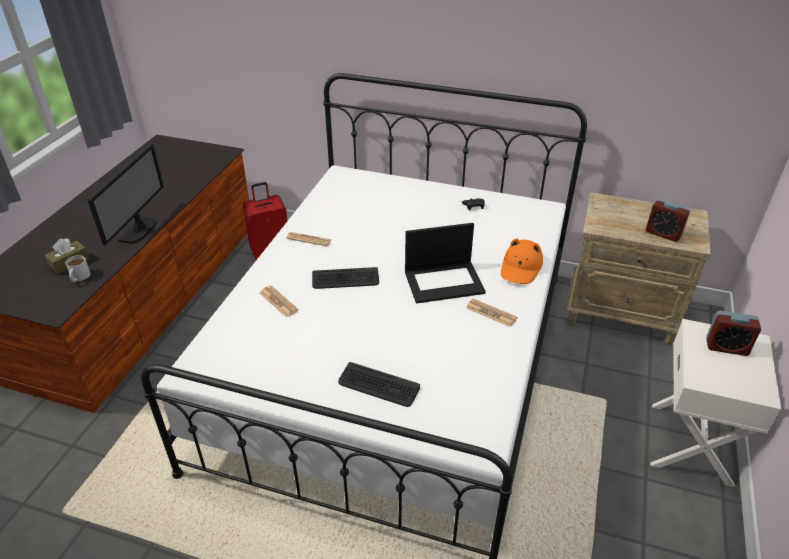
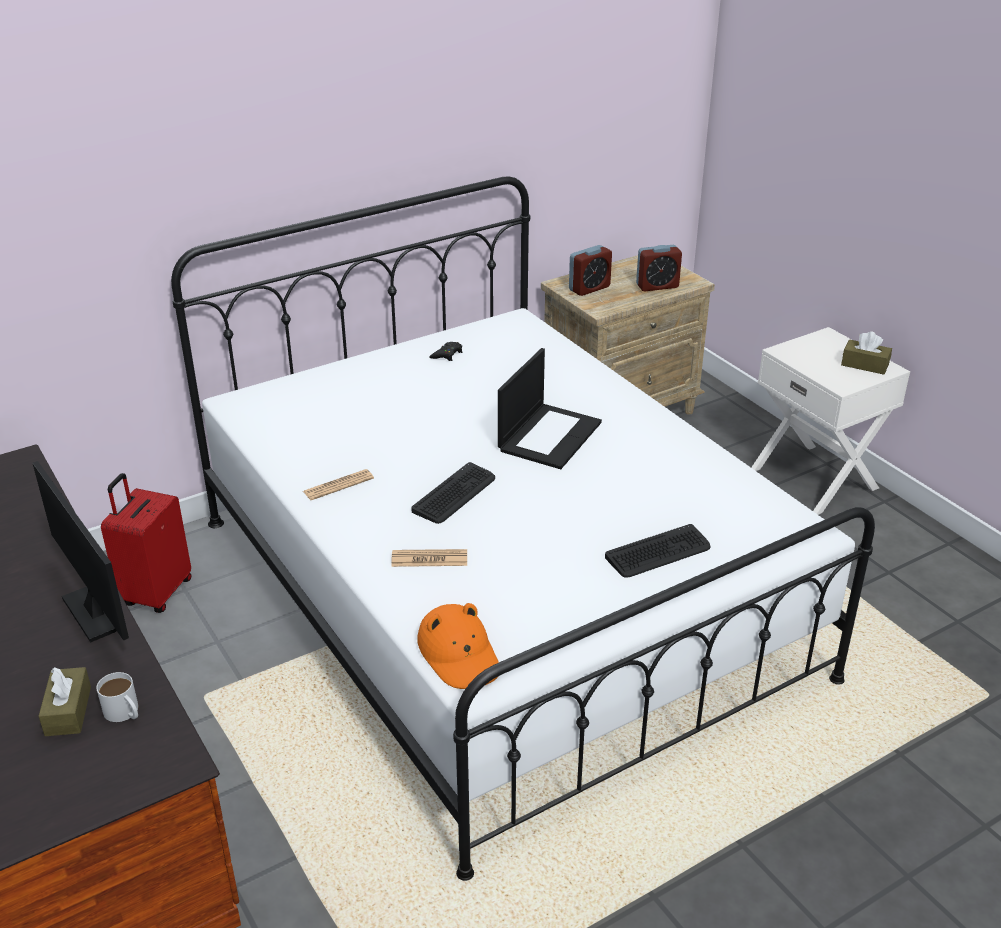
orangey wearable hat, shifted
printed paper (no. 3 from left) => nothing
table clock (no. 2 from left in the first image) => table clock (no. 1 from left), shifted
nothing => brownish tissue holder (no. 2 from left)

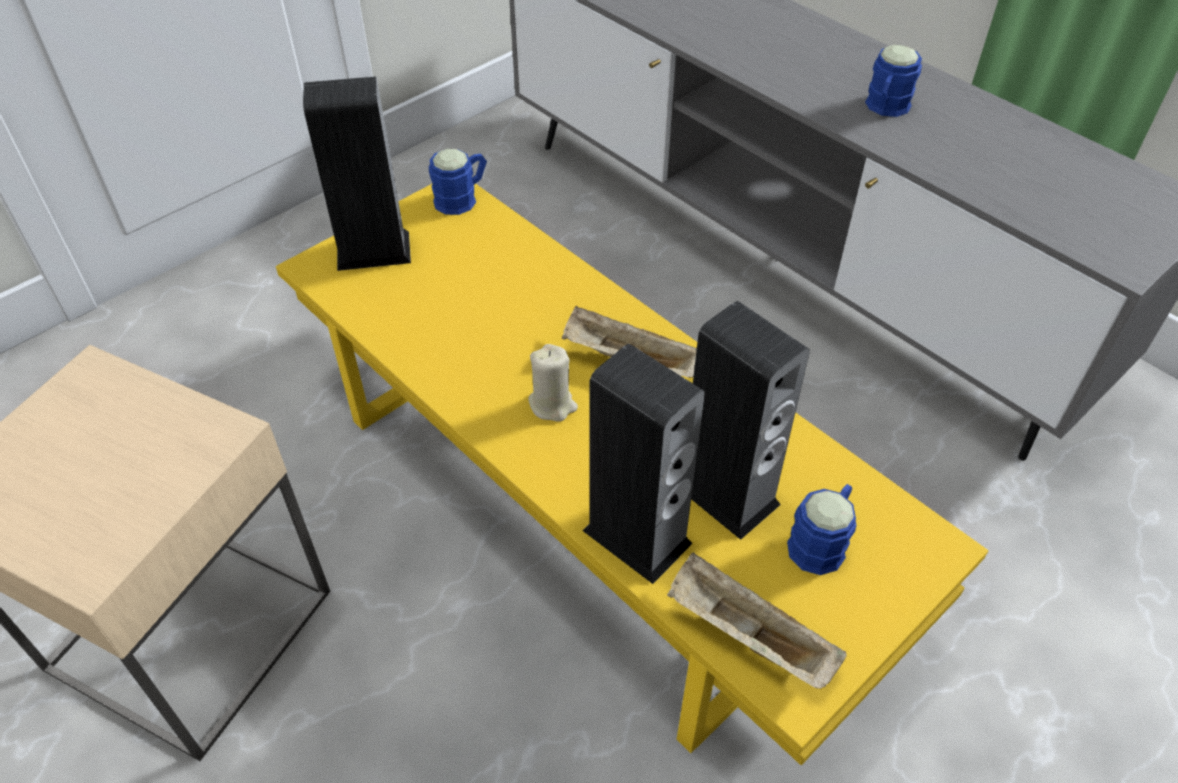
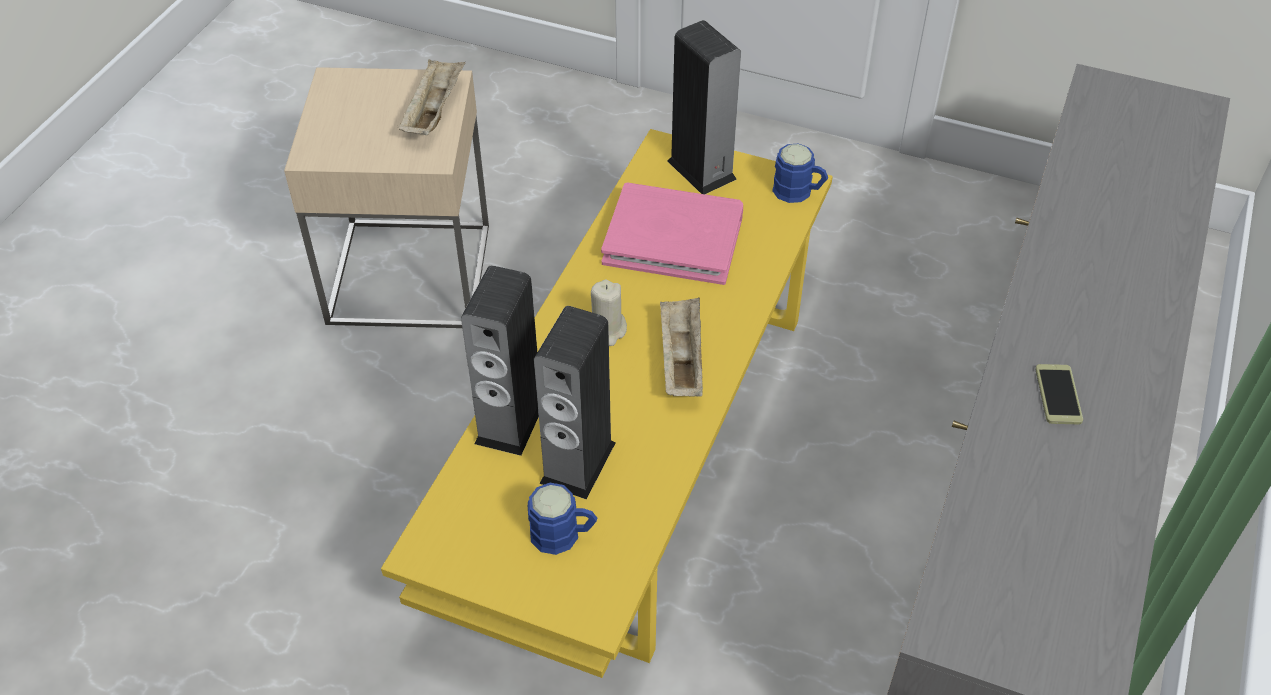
blue-coloured coffee mug (no. 3 from left) => handset
beige-coloured tray (no. 2 from left in the first image) => beige-coloured tray (no. 1 from left), shifted
nothing => pink book

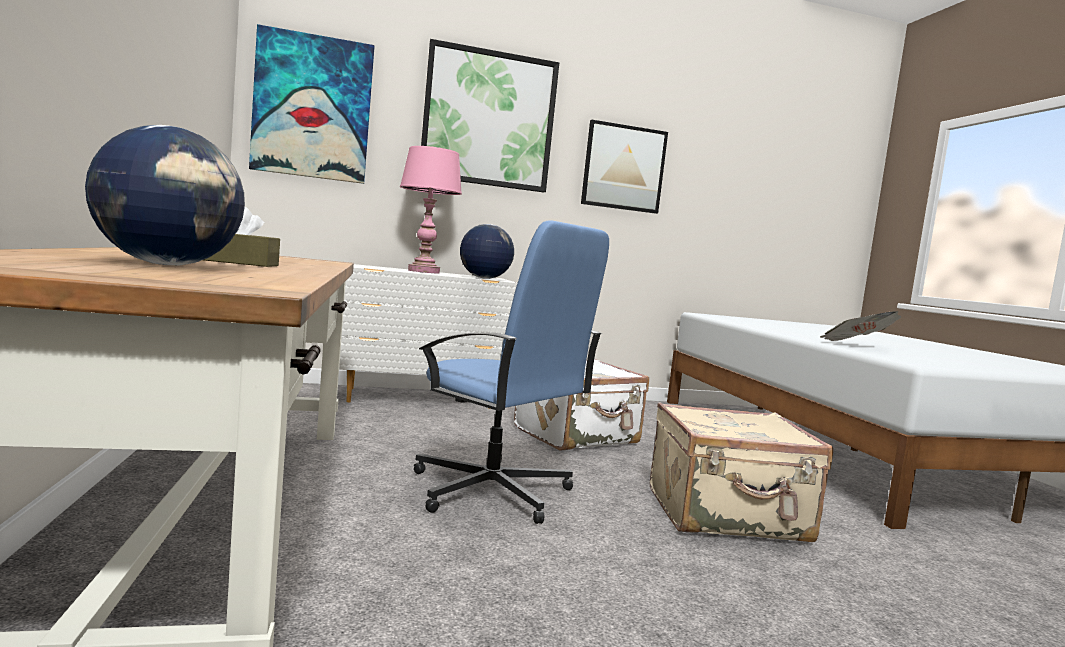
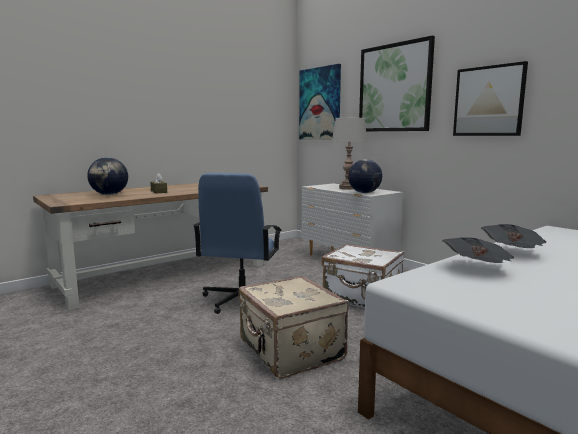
pink table lamp => grey table lamp
nothing => printed paper (no. 2 from left)

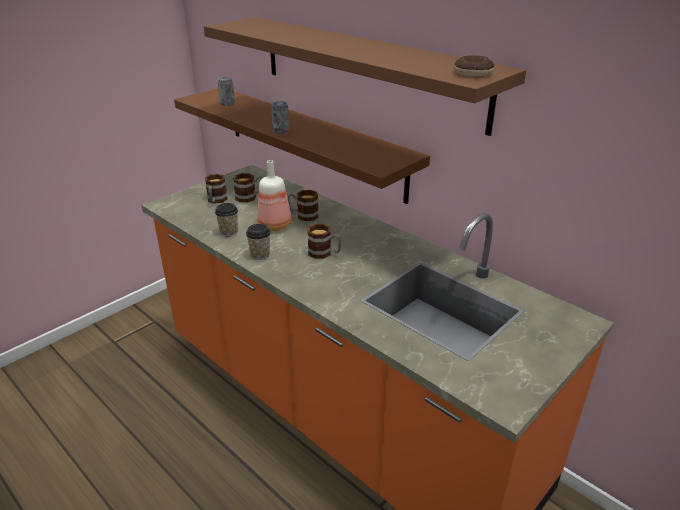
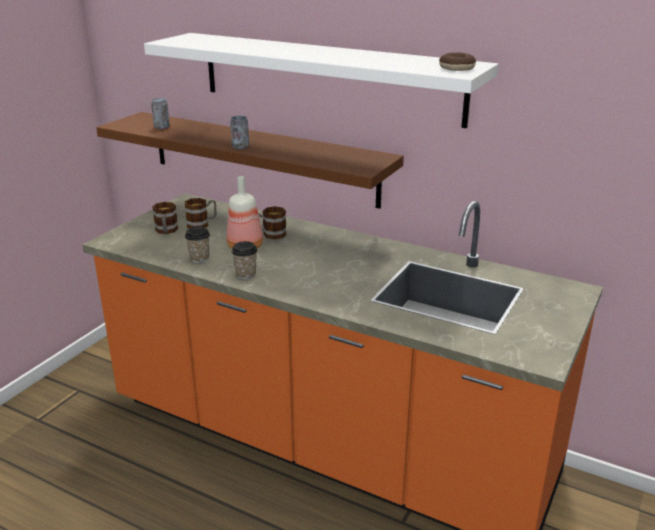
brownish wall shelf (no. 2 from left) => white-coloured wall shelf
coffee mug (no. 4 from left) => nothing

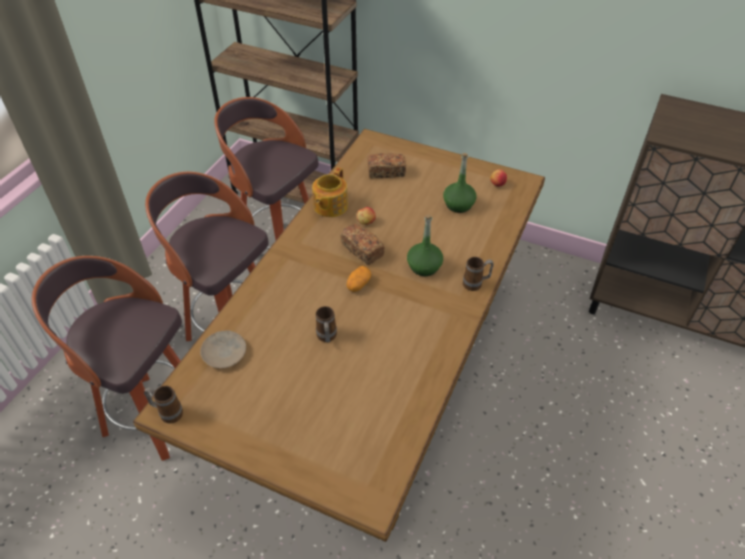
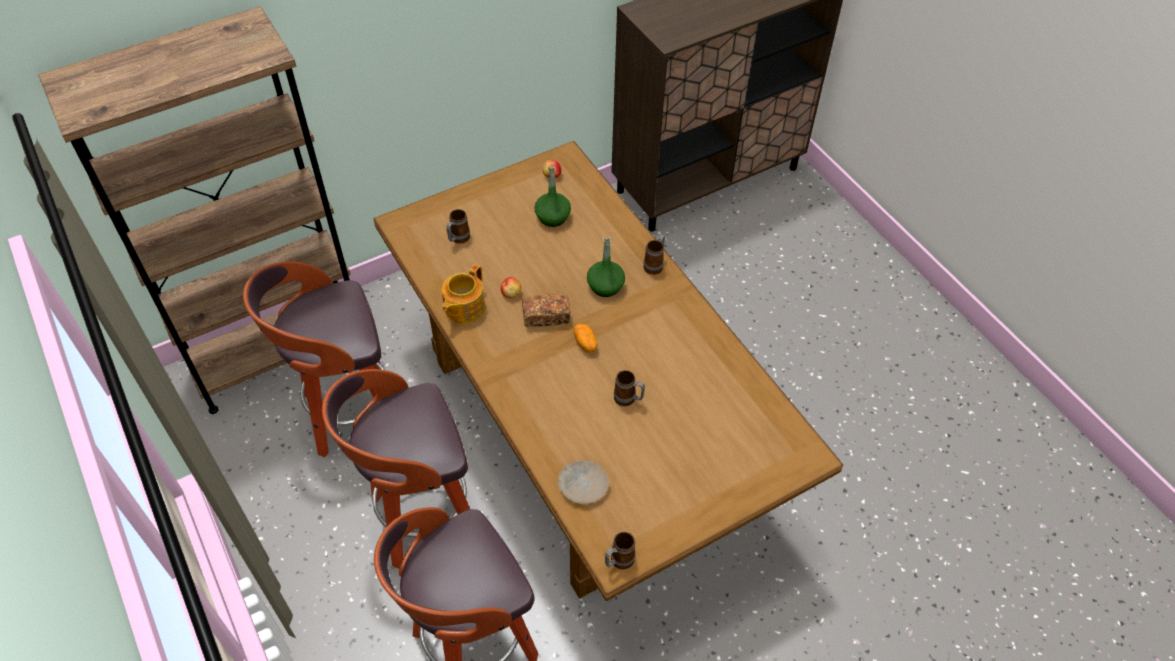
bread (no. 2 from left) => coffee mug (no. 1 from left)
pot for tea, 60 degrees clockwise

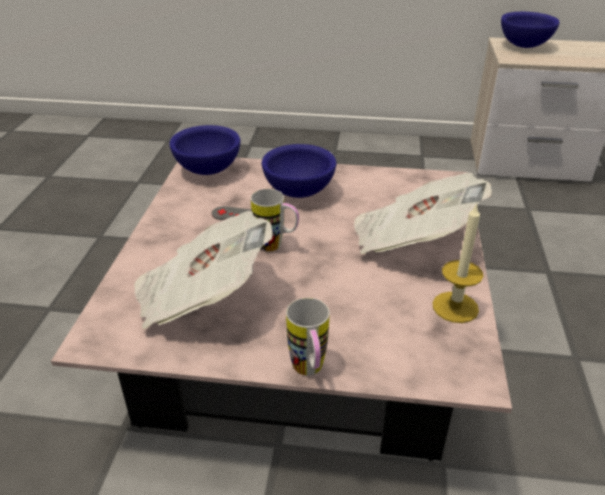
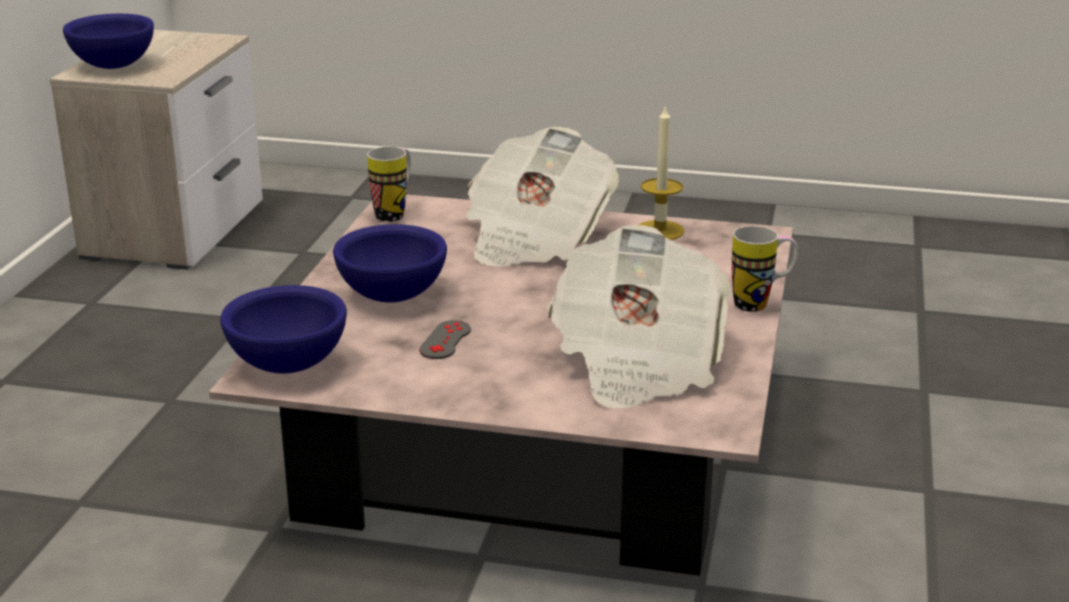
coffee mug (no. 1 from left), shifted

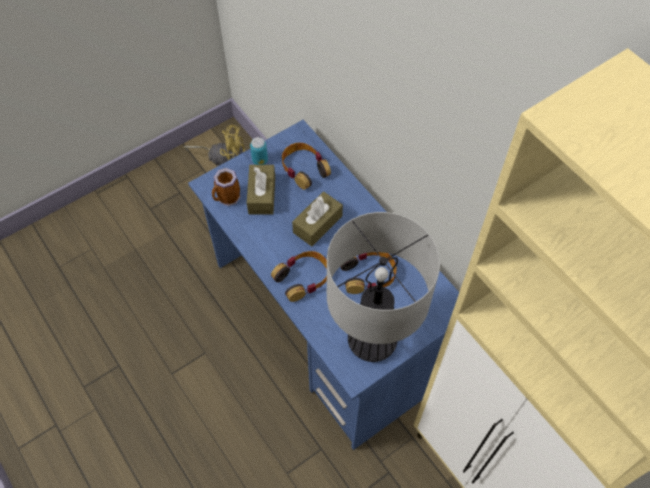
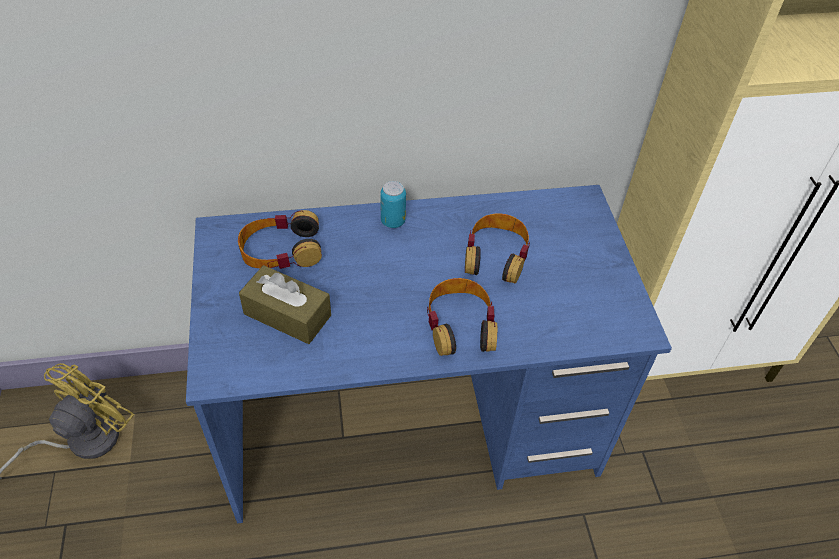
metal can, shifted
coffee mug => nothing
brownish tissue holder (no. 2 from left) => nothing
table lamp => nothing

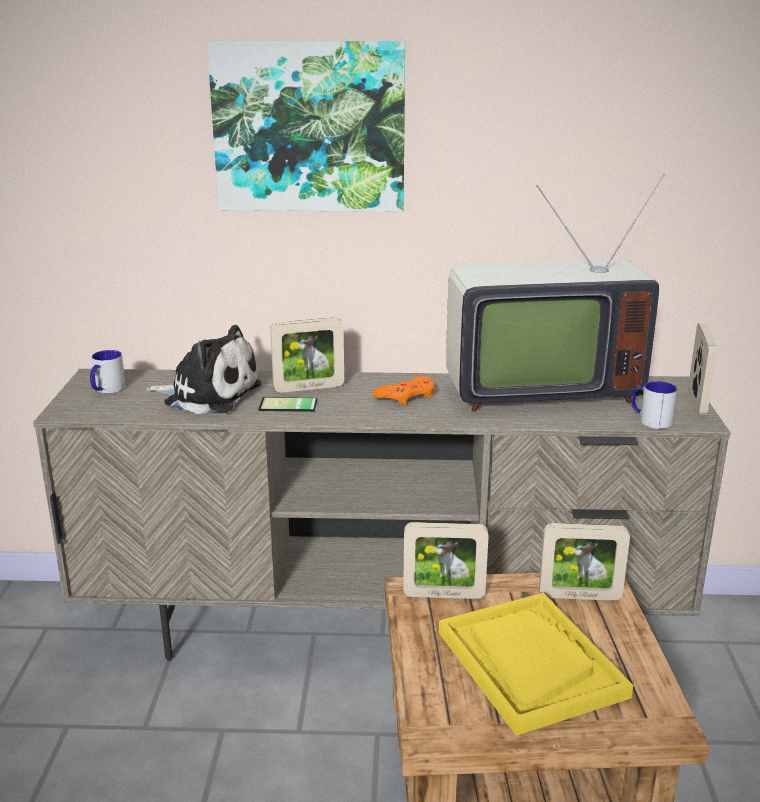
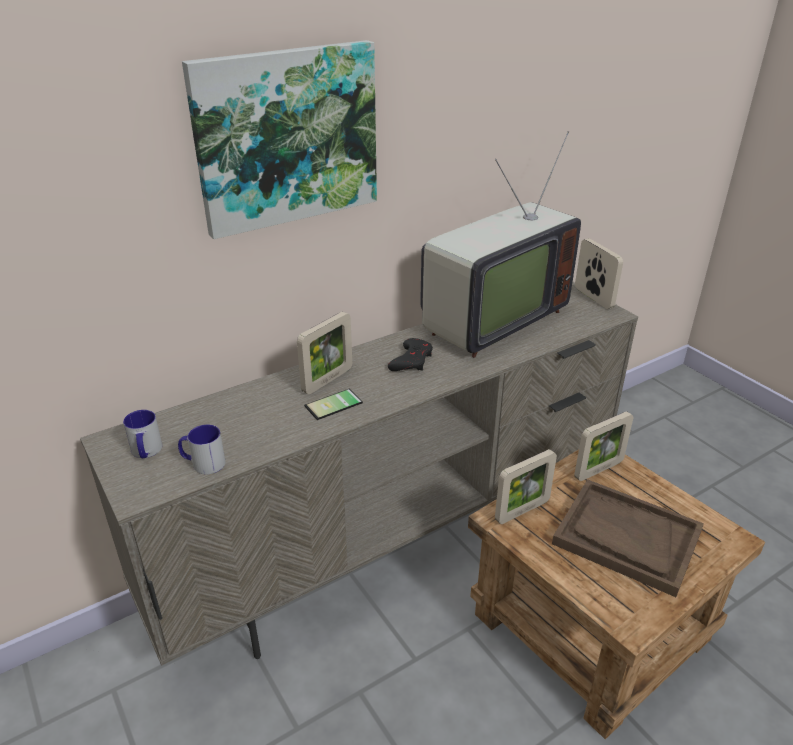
plush toy => nothing
orangey game controller => black-coloured game controller
coffee mug (no. 2 from left), shifted
yellowish tray => brownish tray

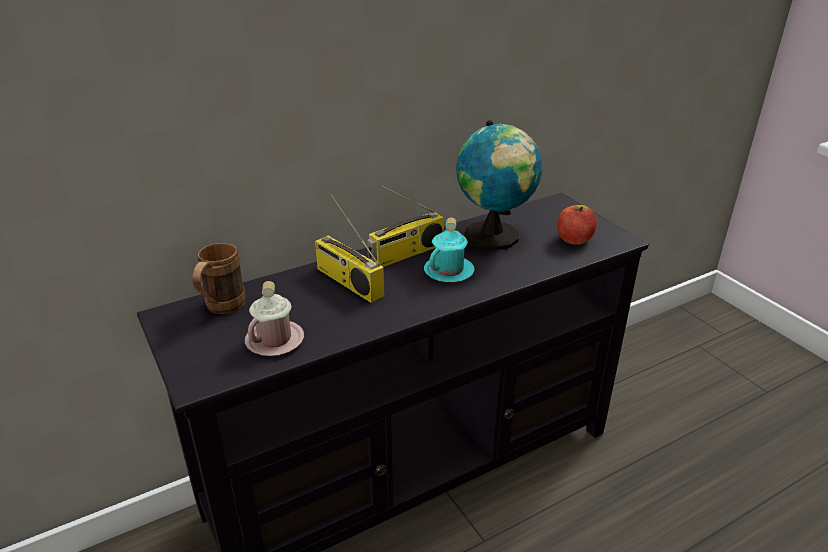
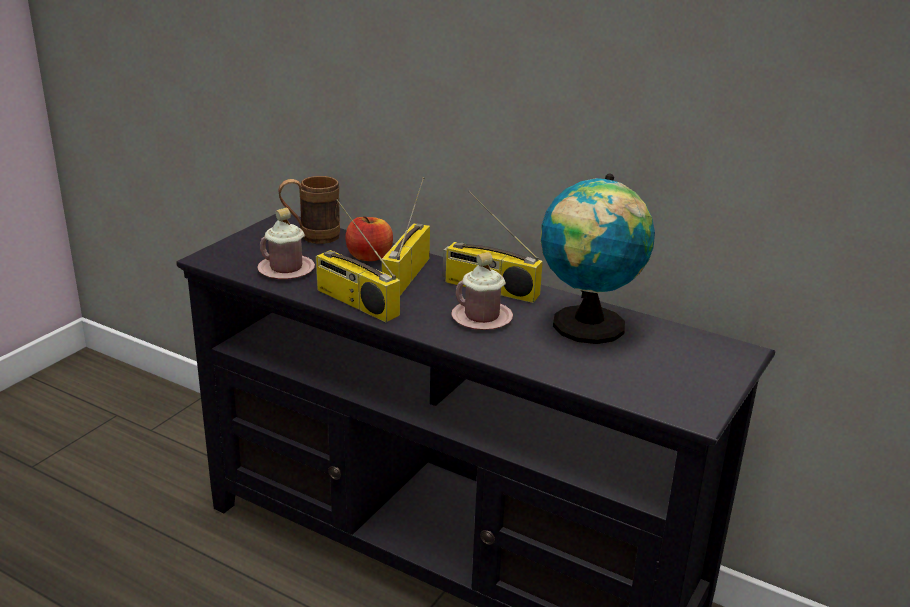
whole apple, shifted
blue-green coffee mug => pink coffee mug (no. 2 from left)
nothing => radio receiver (no. 1 from left)

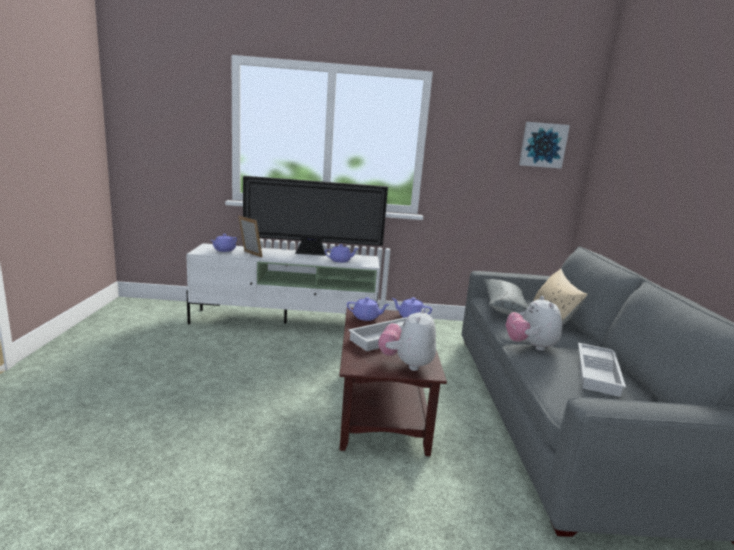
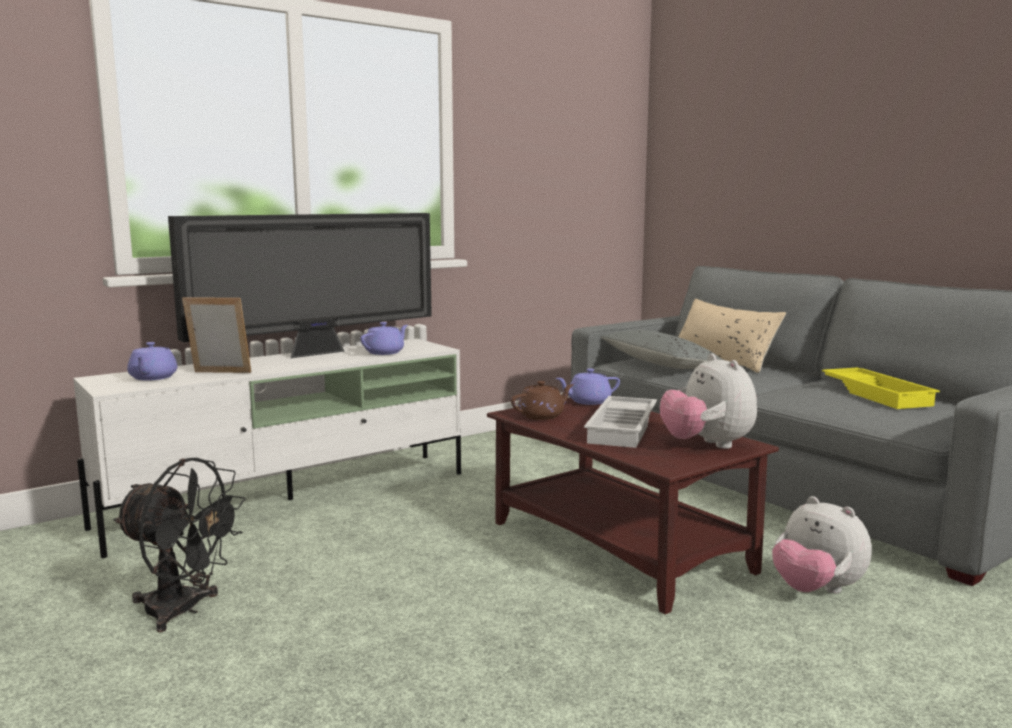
picture => nothing
plush toy (no. 2 from left), shifted
purplish pot for tea (no. 3 from left) => brownish pot for tea
white-coloured tray (no. 2 from left) => yellowish tray
nothing => black-coloured electric fan

